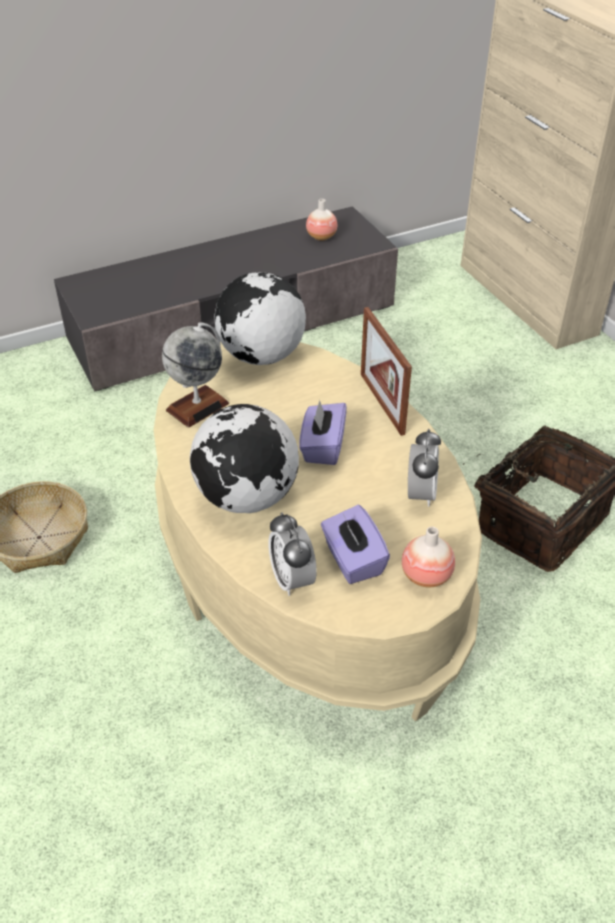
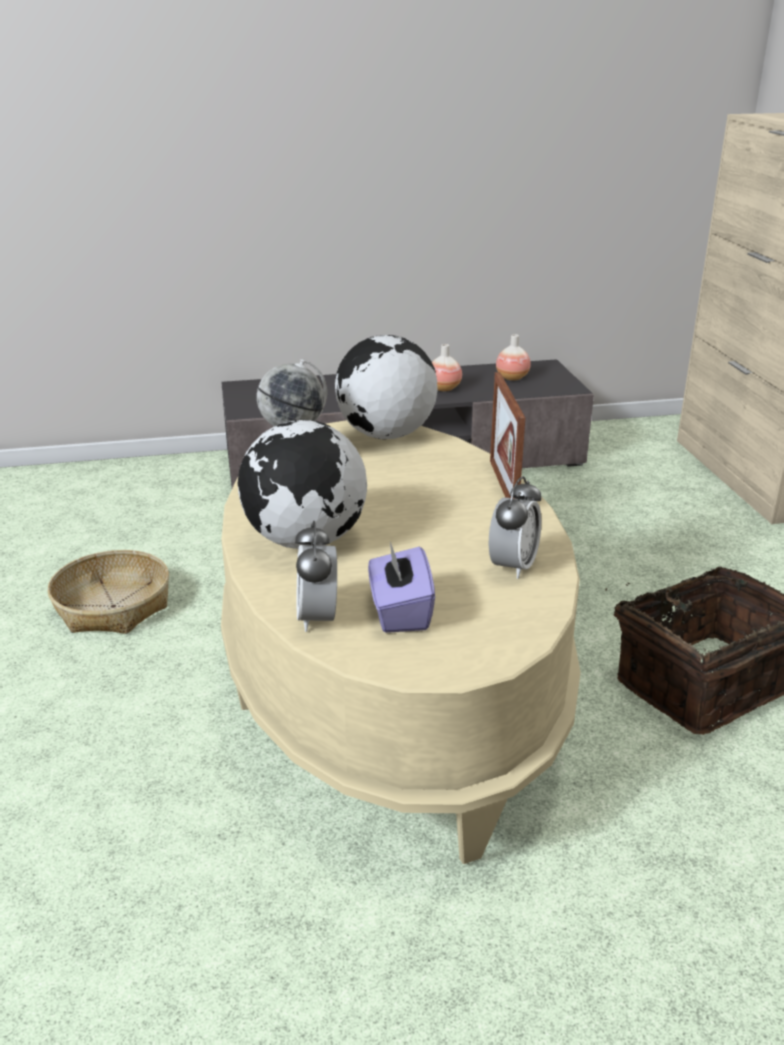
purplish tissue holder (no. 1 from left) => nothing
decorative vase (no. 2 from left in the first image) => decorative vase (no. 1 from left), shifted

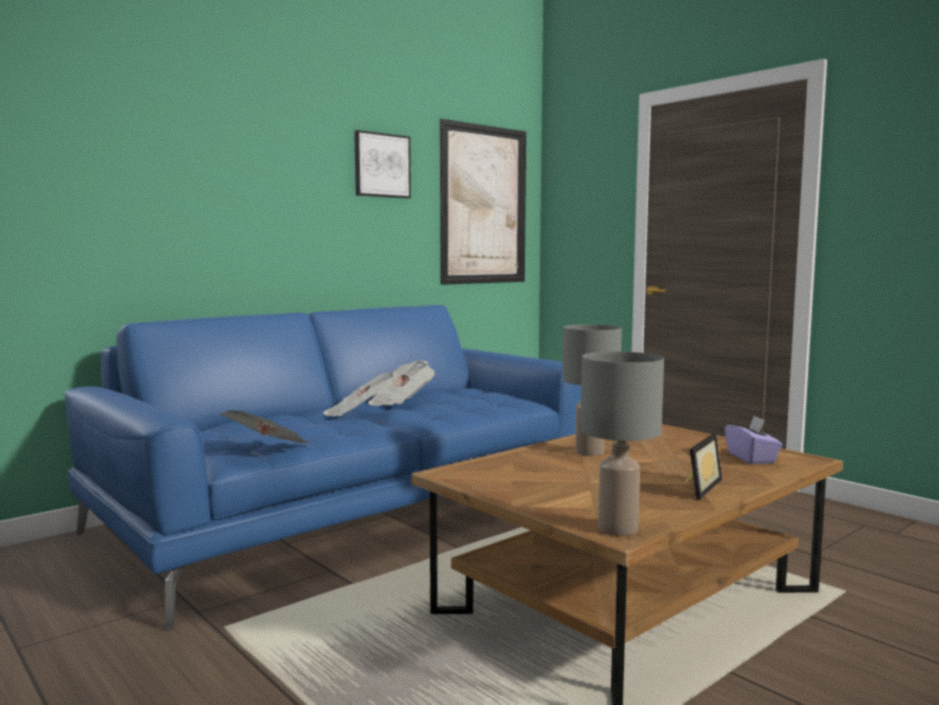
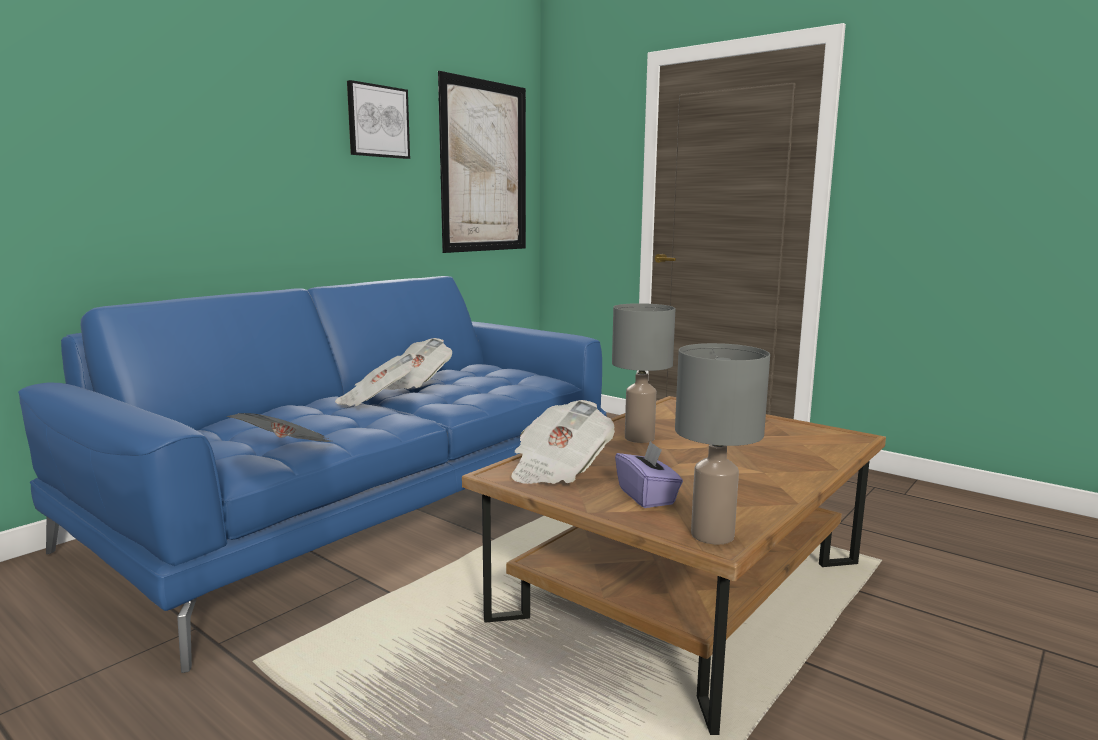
purplish tissue holder, shifted
standing frame => nothing
nothing => printed paper (no. 4 from left)

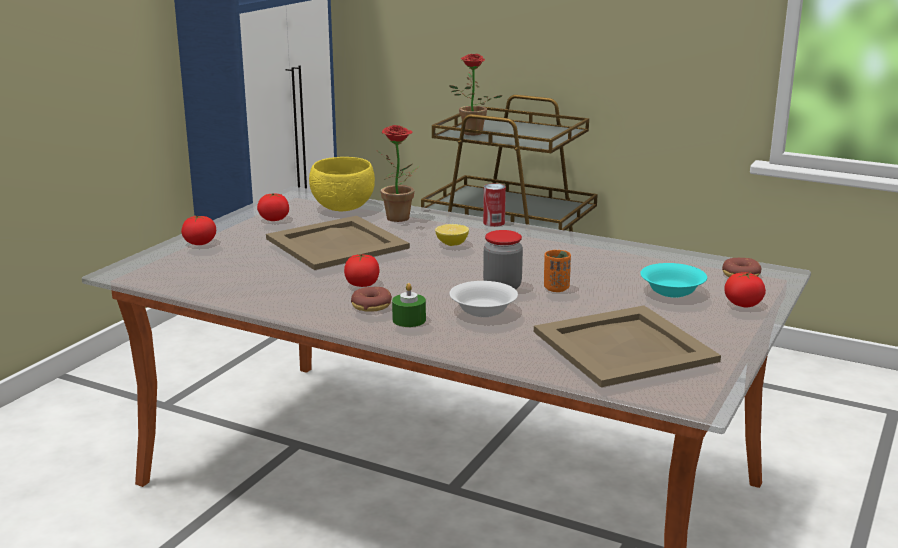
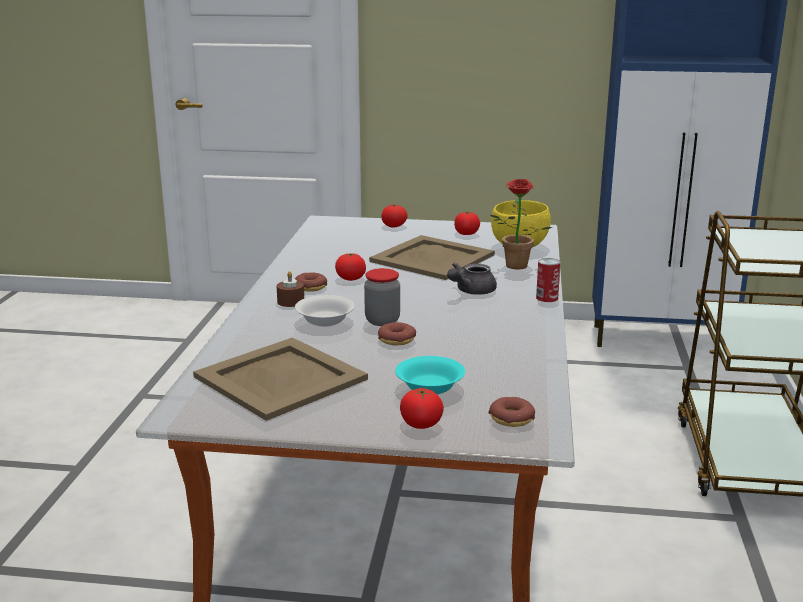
houseplant (no. 2 from left) => nothing
lemon => grey pot for tea
orangey cup => doughnut (no. 2 from left)
green wax light => brownish wax light

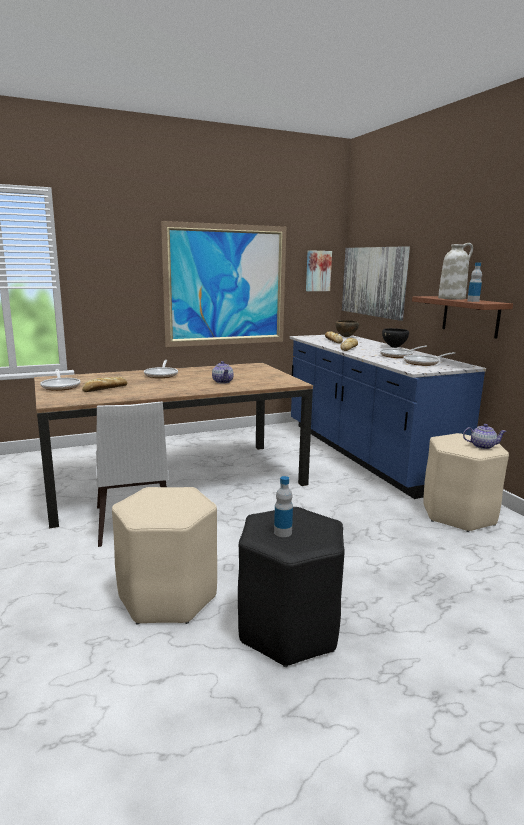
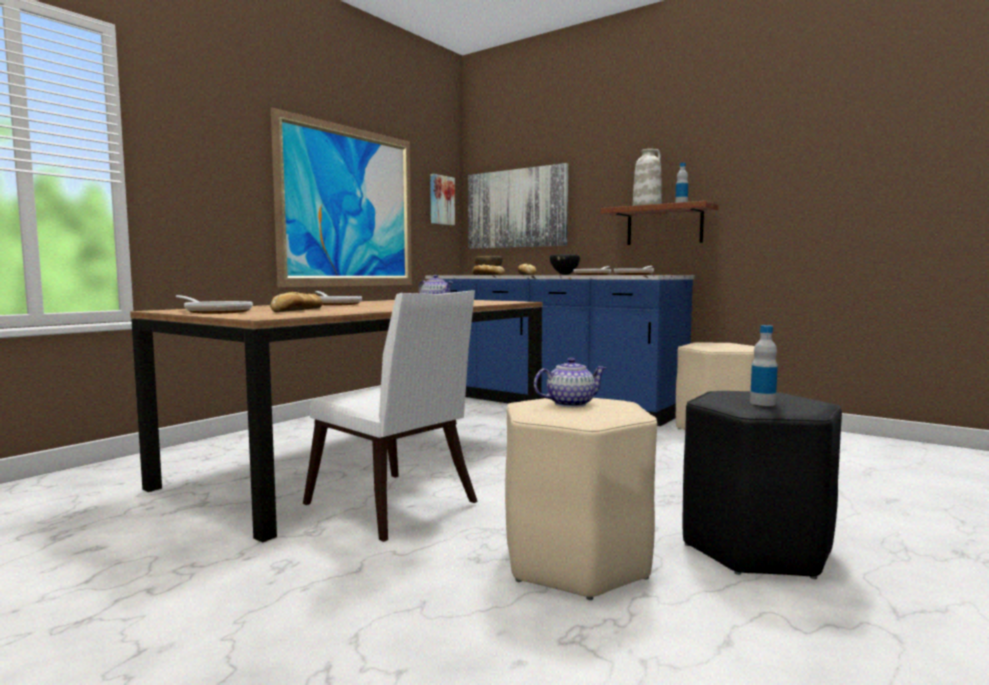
pot for tea (no. 2 from left), shifted

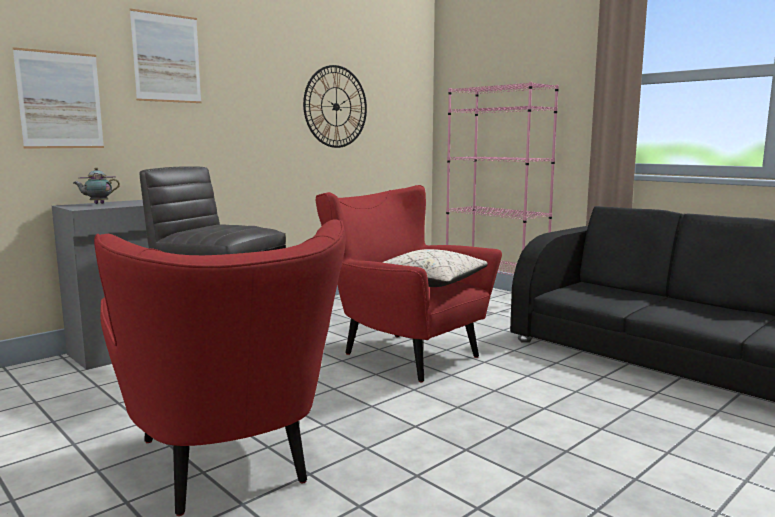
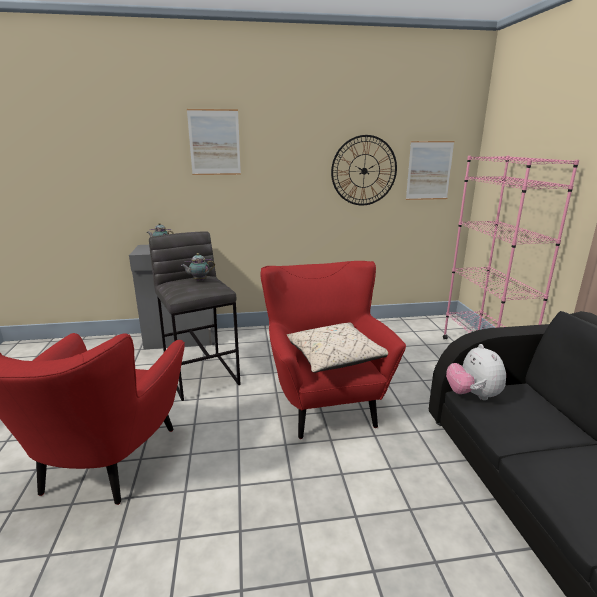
picture (no. 1 from left in the first image) => picture (no. 2 from left), shifted
nothing => pot for tea (no. 2 from left)
nothing => plush toy

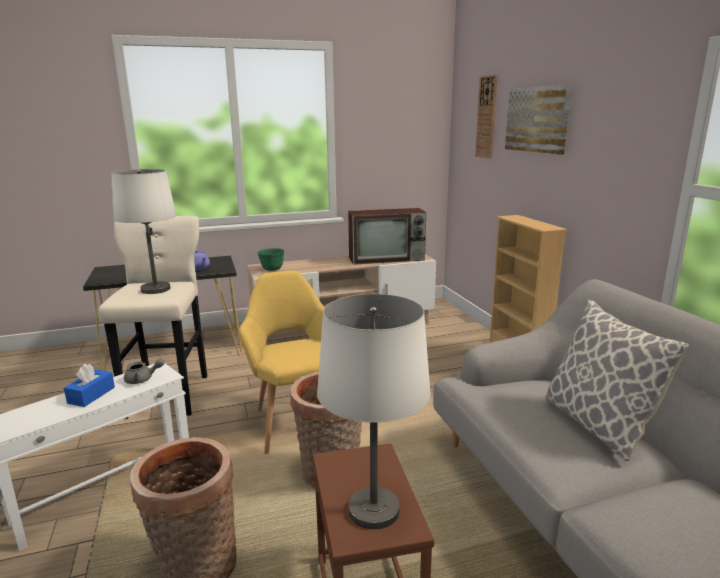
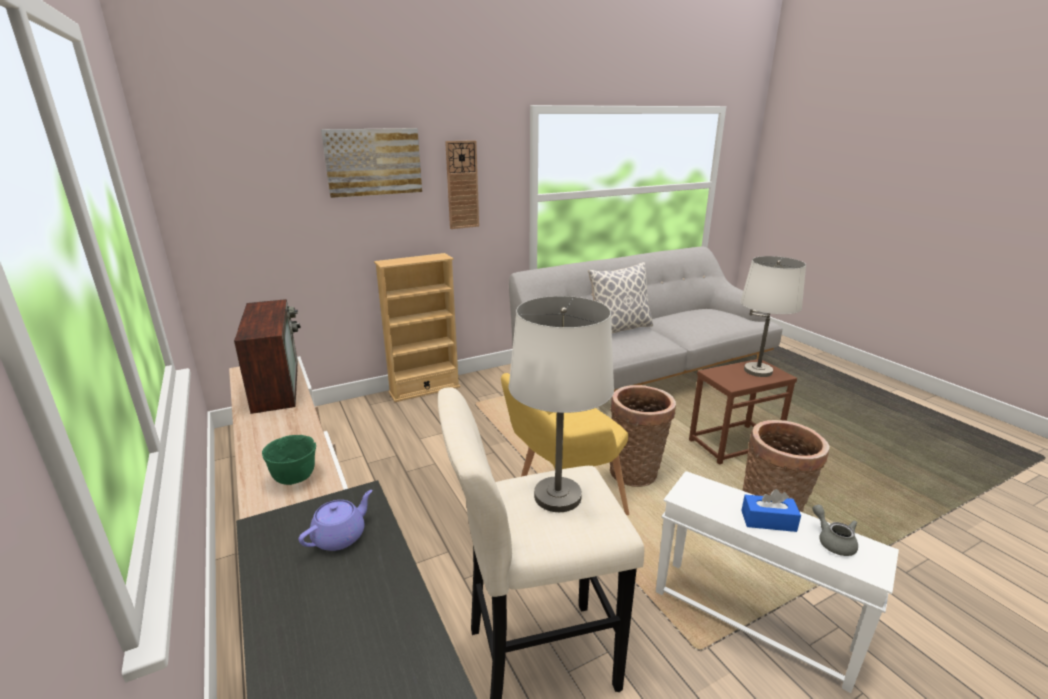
wall clock, shifted
grey pot for tea, shifted

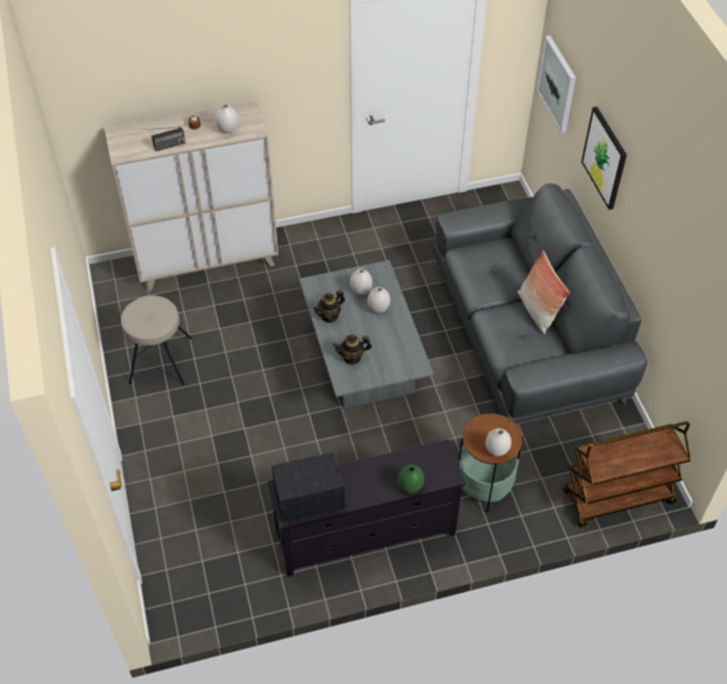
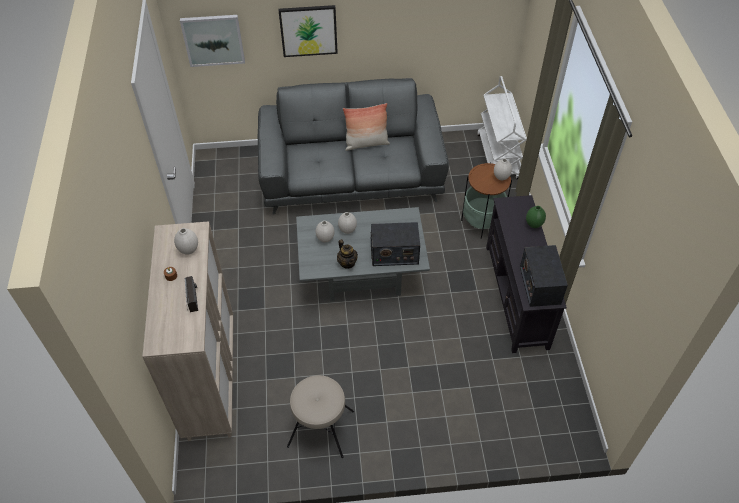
pot for tea (no. 2 from left) => radio receiver (no. 2 from left)
brownish wheeled cart => white-coloured wheeled cart

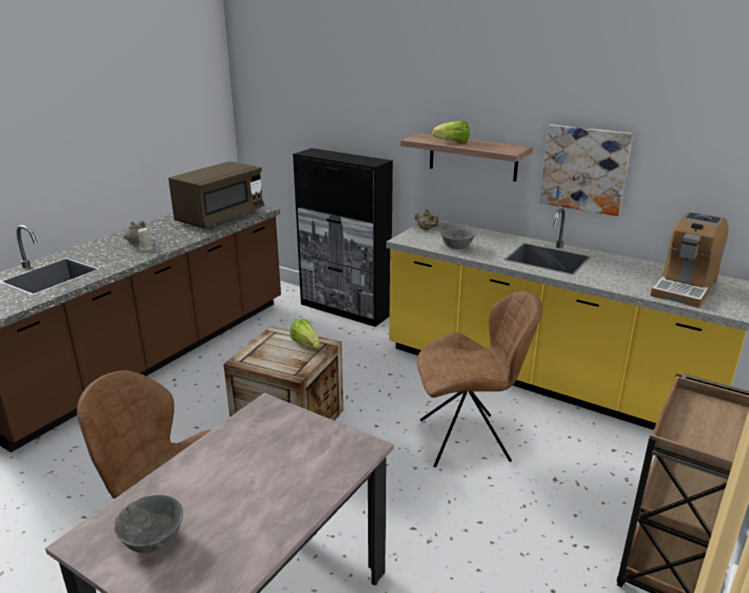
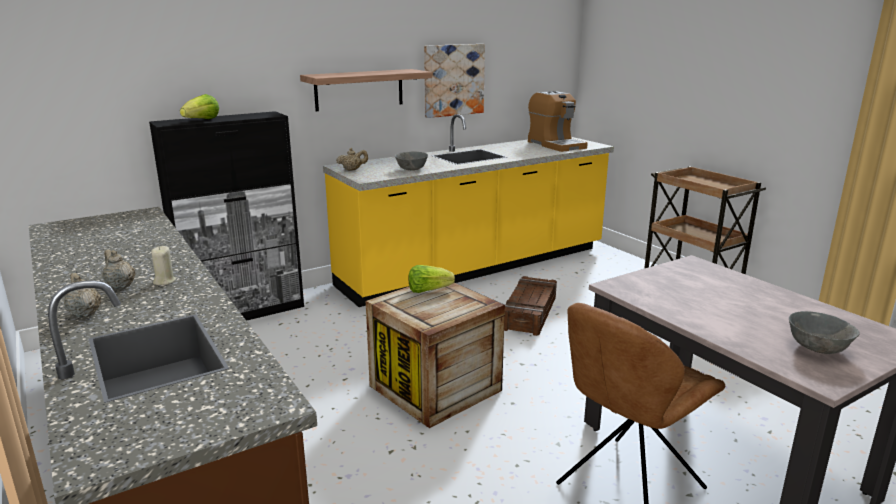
lettuce (no. 2 from left in the first image) => lettuce (no. 1 from left), shifted
brownish microwave oven => nothing
brownish plain chair (no. 2 from left) => packing crate (no. 2 from left)
nothing => beige-coloured pot for tea (no. 1 from left)

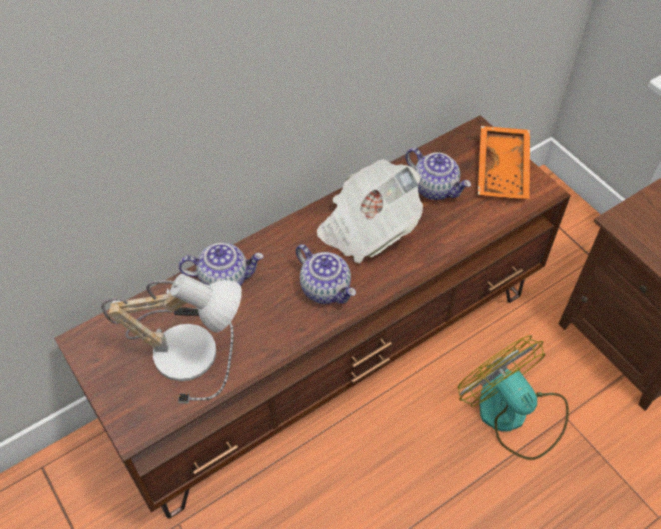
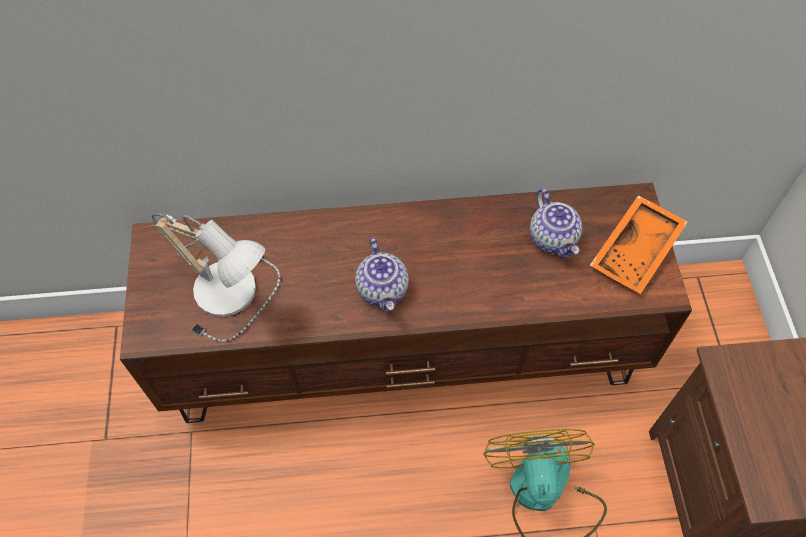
printed paper => nothing
pot for tea (no. 1 from left) => nothing

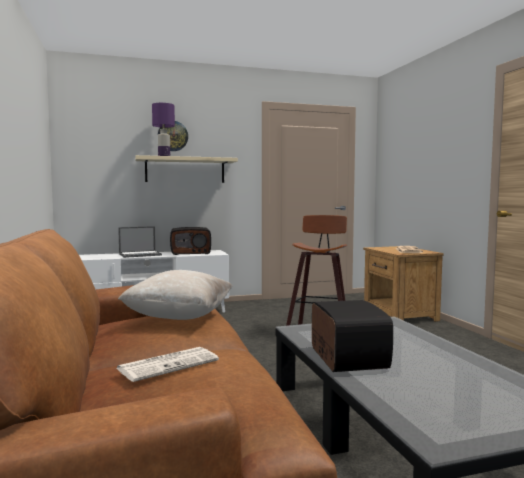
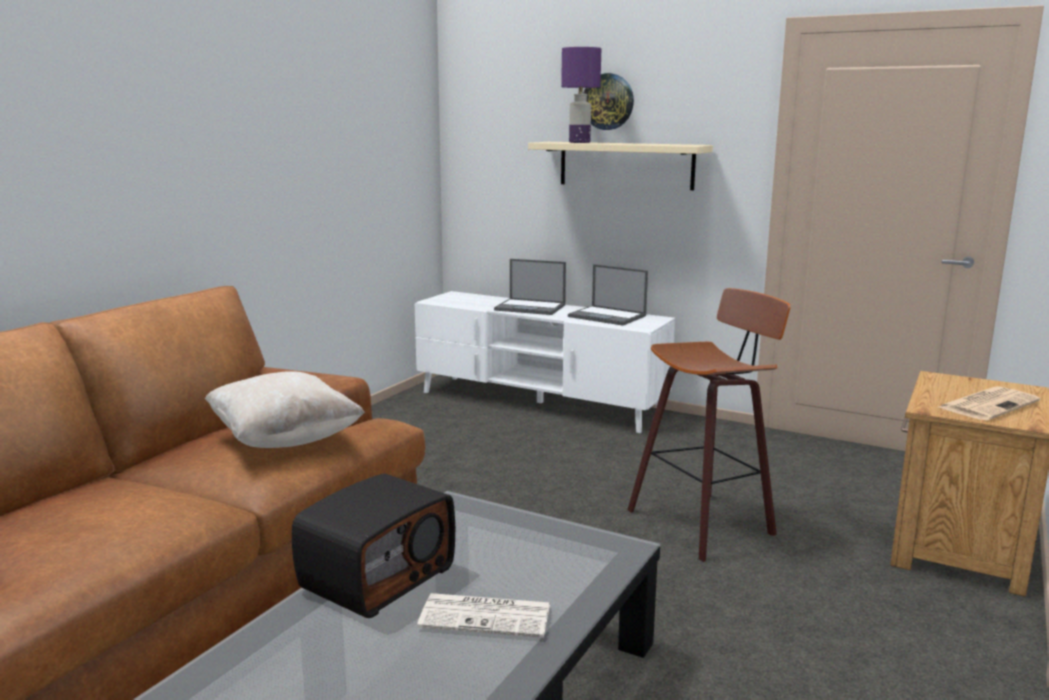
radio receiver (no. 1 from left) => portable computer (no. 2 from left)
printed paper (no. 1 from left), shifted

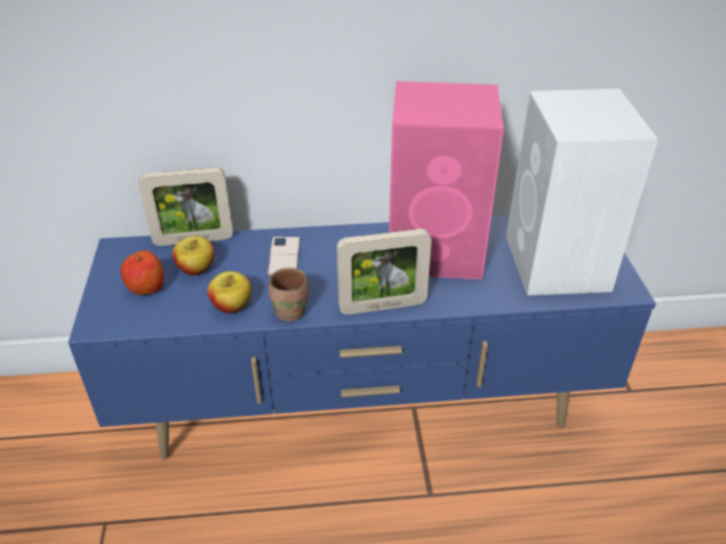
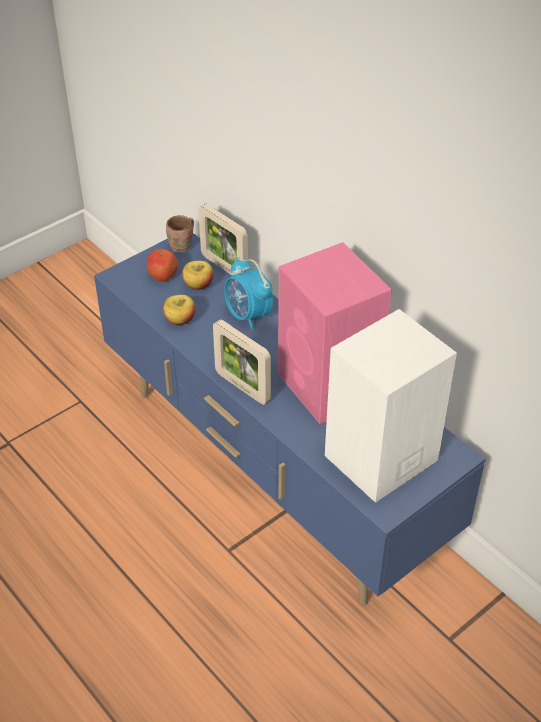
handset => table clock
brownish coffee mug, shifted

